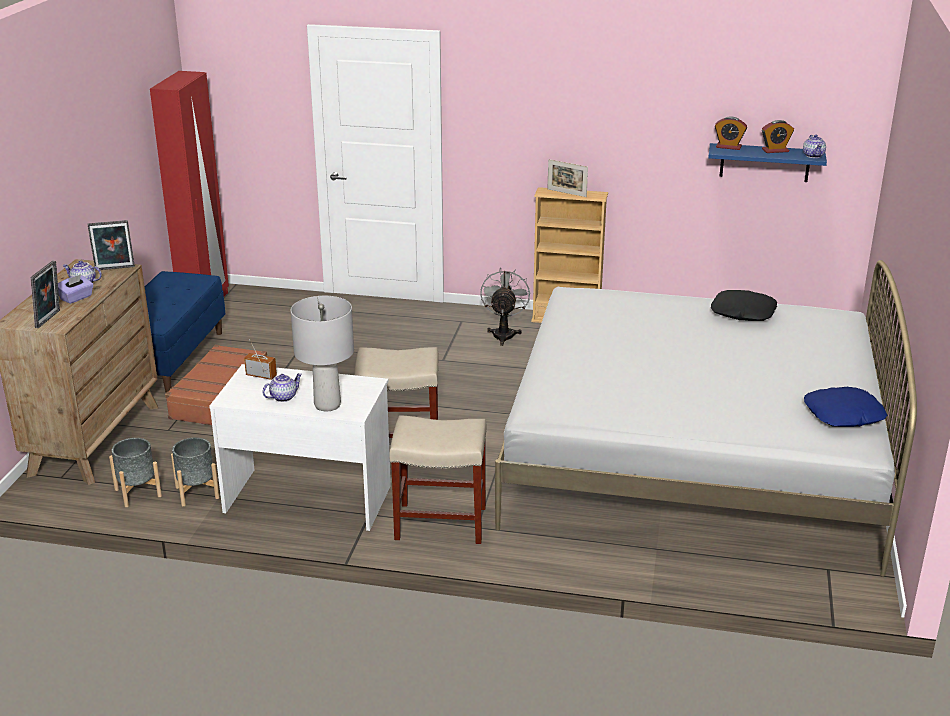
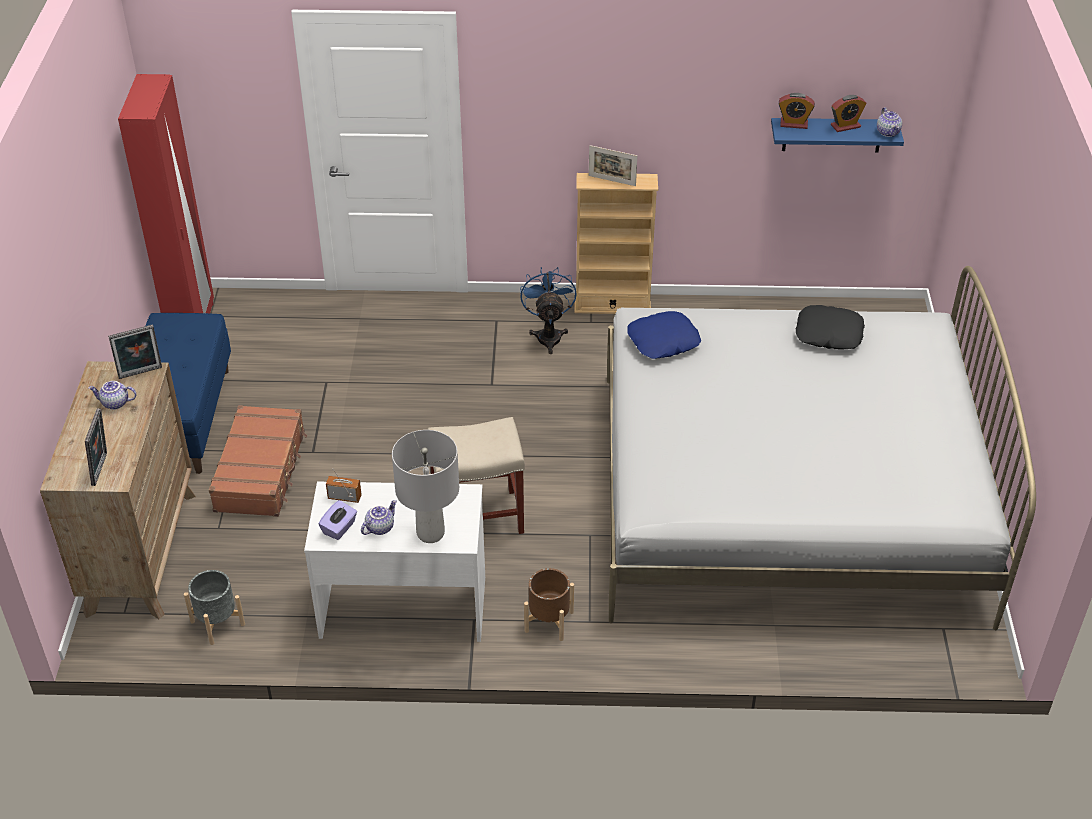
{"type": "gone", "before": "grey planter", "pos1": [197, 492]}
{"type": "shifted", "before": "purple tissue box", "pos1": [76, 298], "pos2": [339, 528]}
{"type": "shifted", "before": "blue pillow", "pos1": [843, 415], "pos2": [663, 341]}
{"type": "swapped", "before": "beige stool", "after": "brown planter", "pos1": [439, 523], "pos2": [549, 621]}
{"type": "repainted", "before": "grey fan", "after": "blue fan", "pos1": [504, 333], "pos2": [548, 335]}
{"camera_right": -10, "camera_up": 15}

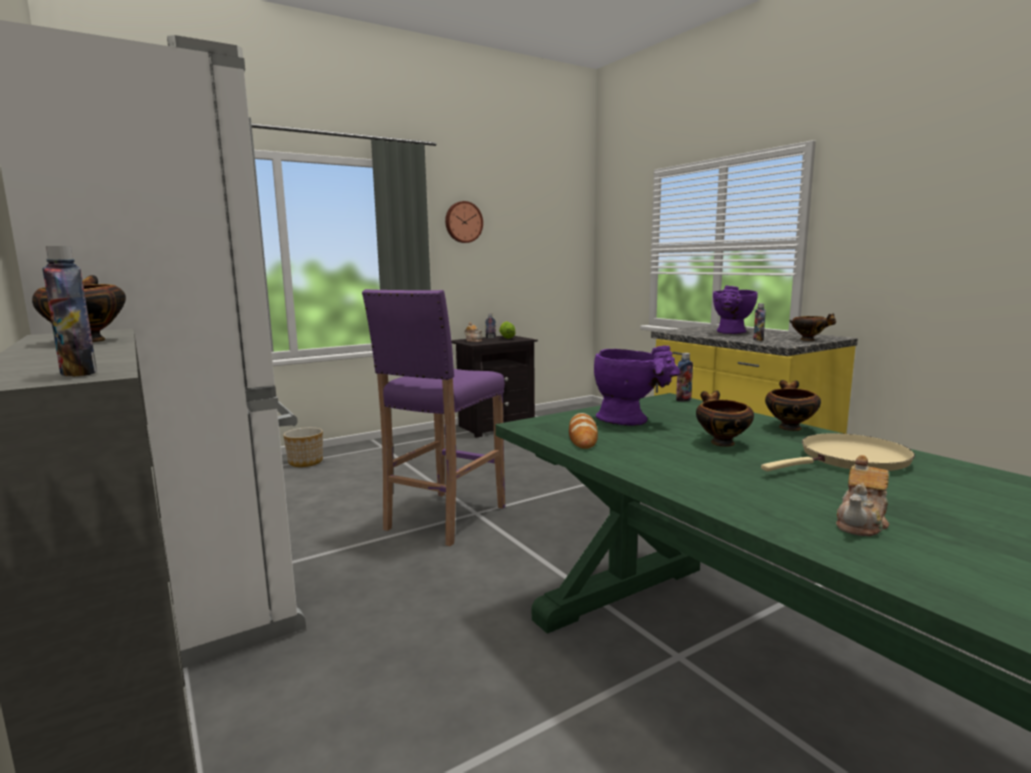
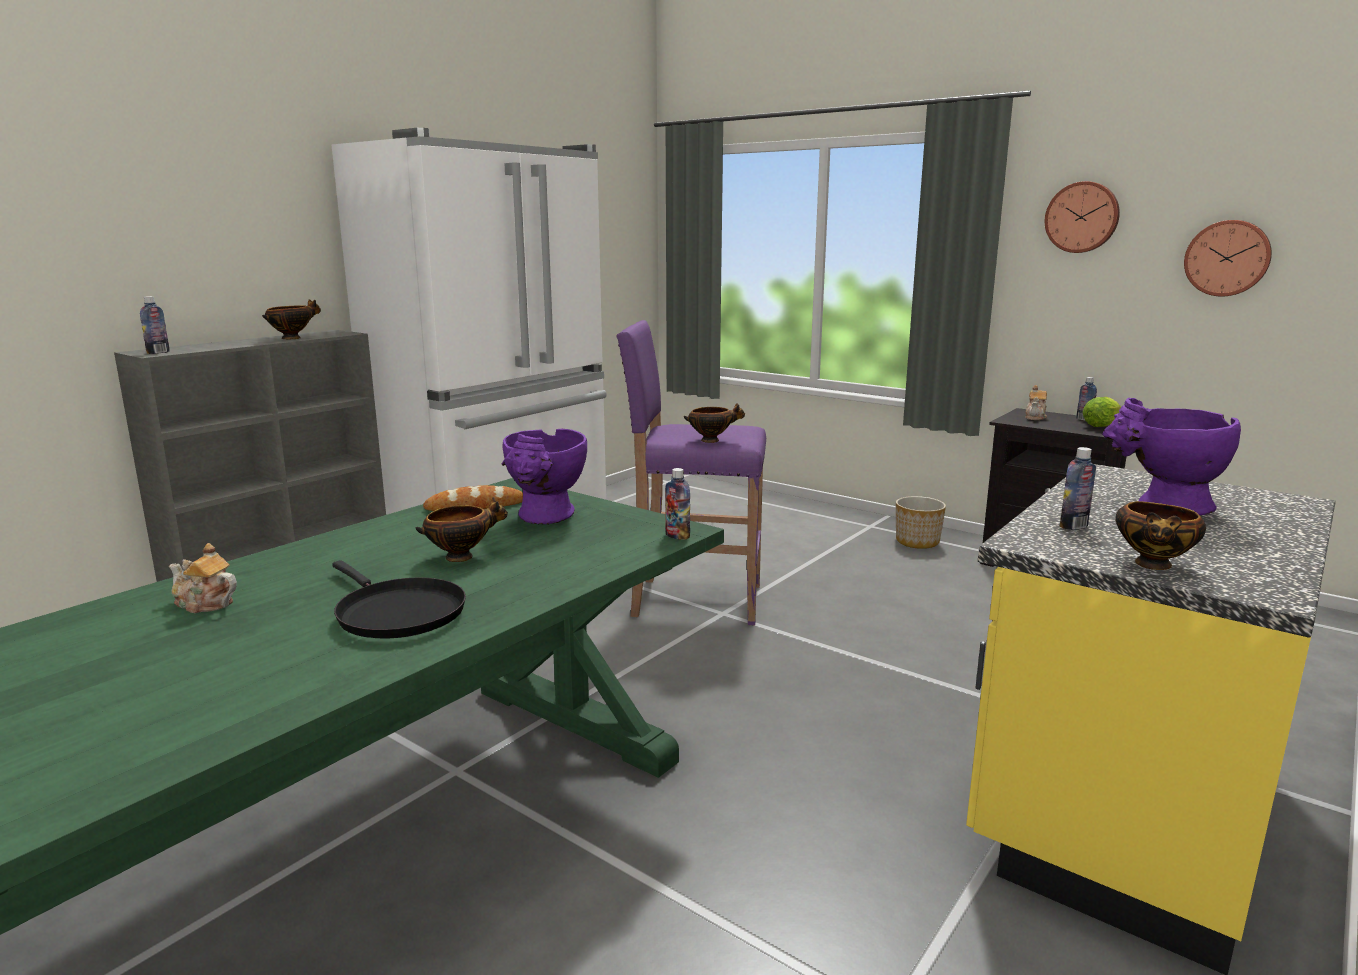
{"type": "new", "after": "wall clock", "pos2": [1227, 258]}
{"type": "shifted", "before": "planter", "pos1": [306, 462], "pos2": [918, 542]}
{"type": "shifted", "before": "bowl", "pos1": [789, 427], "pos2": [712, 440]}
{"type": "repainted", "before": "beige frying pan", "after": "black frying pan", "pos1": [849, 460], "pos2": [396, 613]}
{"camera_right": 70, "camera_up": 5}

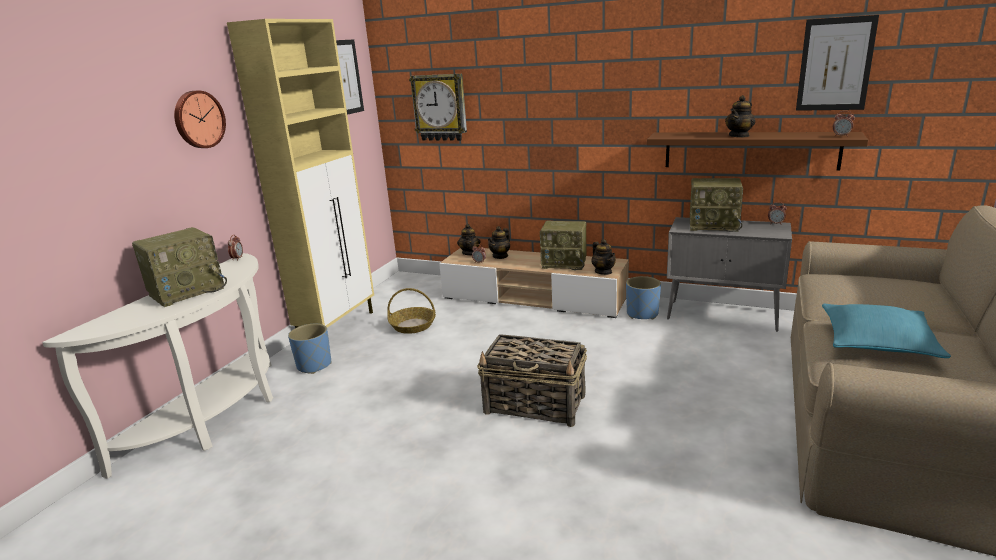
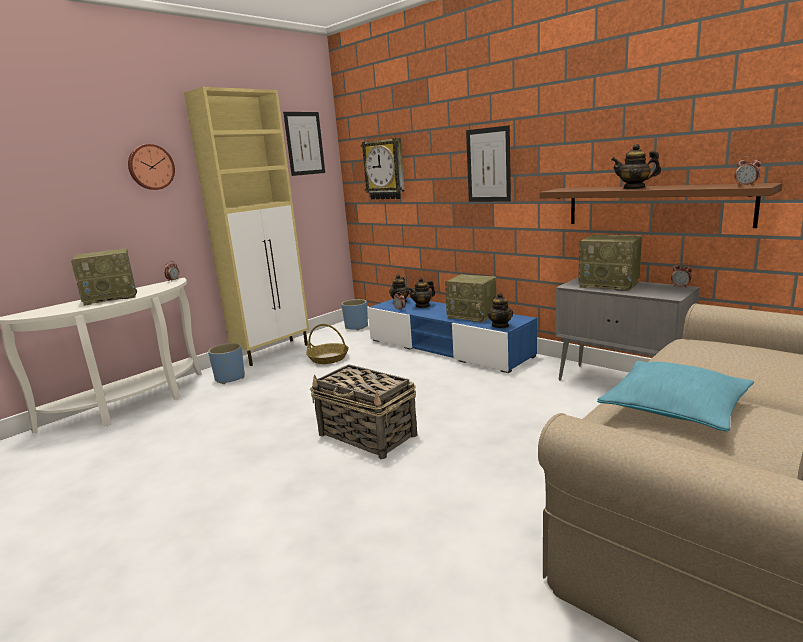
{"type": "shifted", "before": "blue planter", "pos1": [642, 314], "pos2": [356, 327]}
{"type": "shifted", "before": "picture", "pos1": [835, 64], "pos2": [488, 165]}
{"type": "repainted", "before": "beige tv stand", "after": "blue tv stand", "pos1": [533, 298], "pos2": [447, 348]}
{"type": "rotated", "before": "teapot", "pos1": [739, 136], "pos2": [634, 188], "turn": 45}
{"camera_right": 20, "camera_up": -5}

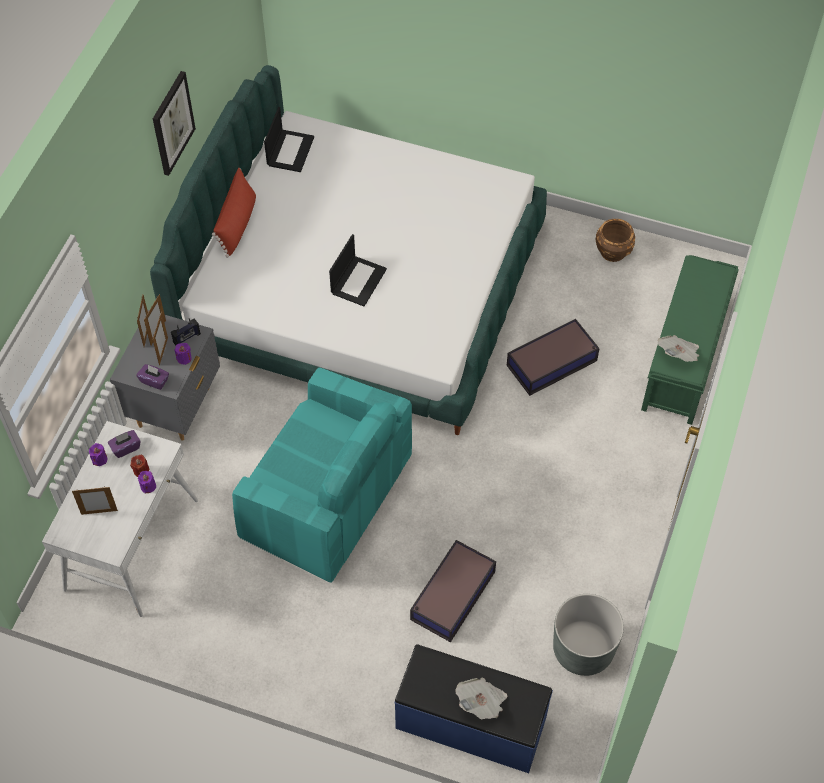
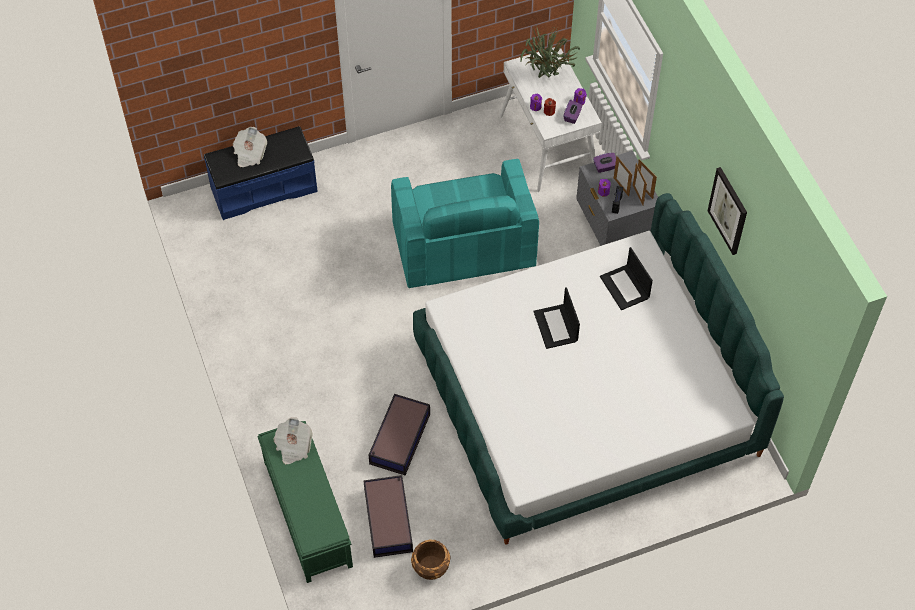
{"type": "gone", "before": "red pillow", "pos1": [237, 224]}
{"type": "gone", "before": "grey planter", "pos1": [583, 649]}
{"type": "shifted", "before": "laptop", "pos1": [290, 150], "pos2": [625, 287]}
{"type": "shifted", "before": "storage box", "pos1": [451, 596], "pos2": [388, 519]}
{"type": "swapped", "before": "picture frame", "after": "potted plant", "pos1": [99, 512], "pos2": [546, 77]}
{"type": "rotated", "before": "turquoise armchair", "pos1": [326, 498], "pos2": [463, 246], "turn": -90}
{"camera_right": 140, "camera_up": 0}

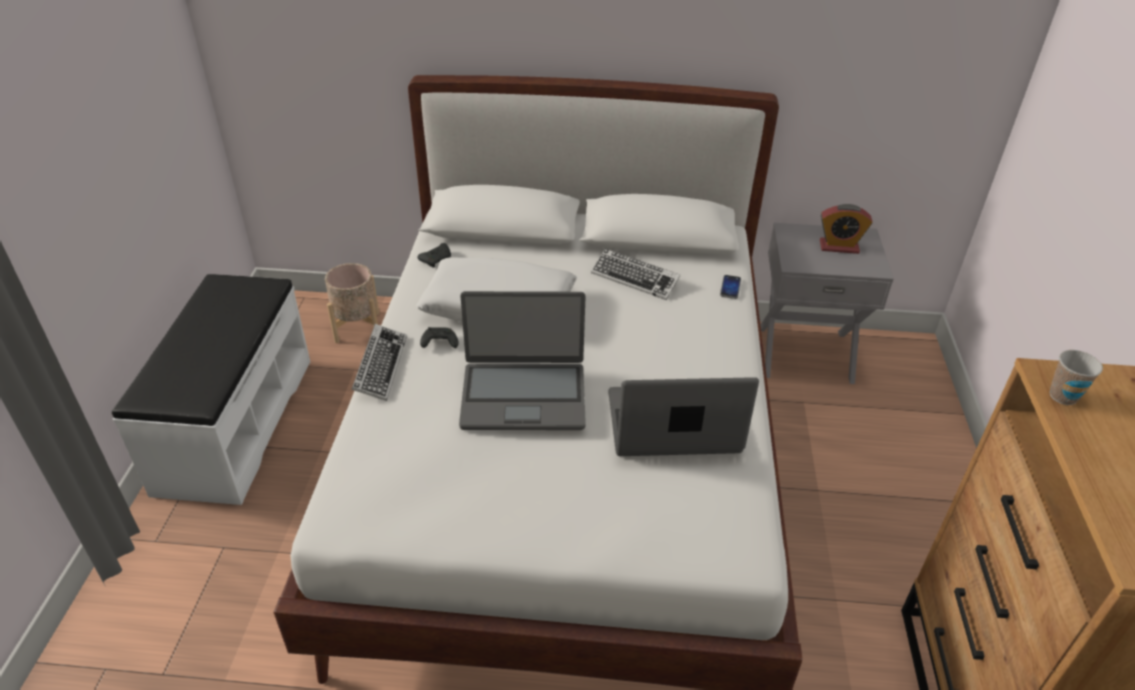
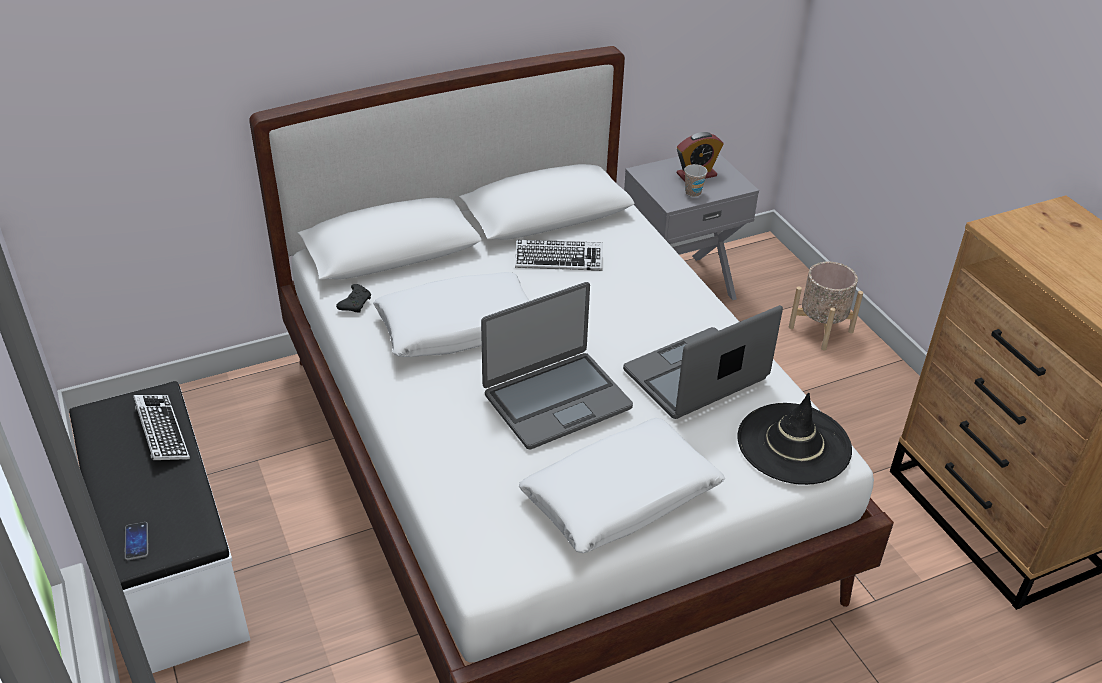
{"type": "gone", "before": "black game controller", "pos1": [439, 343]}
{"type": "new", "after": "white pillow", "pos2": [621, 497]}
{"type": "new", "after": "black hat", "pos2": [793, 444]}
{"type": "shifted", "before": "beige planter", "pos1": [357, 327], "pos2": [820, 329]}
{"type": "shifted", "before": "keyboard", "pos1": [380, 366], "pos2": [161, 432]}
{"type": "shifted", "before": "phone", "pos1": [730, 287], "pos2": [136, 541]}
{"type": "shifted", "before": "cup", "pos1": [1063, 396], "pos2": [693, 193]}
{"camera_right": -30, "camera_up": 0}

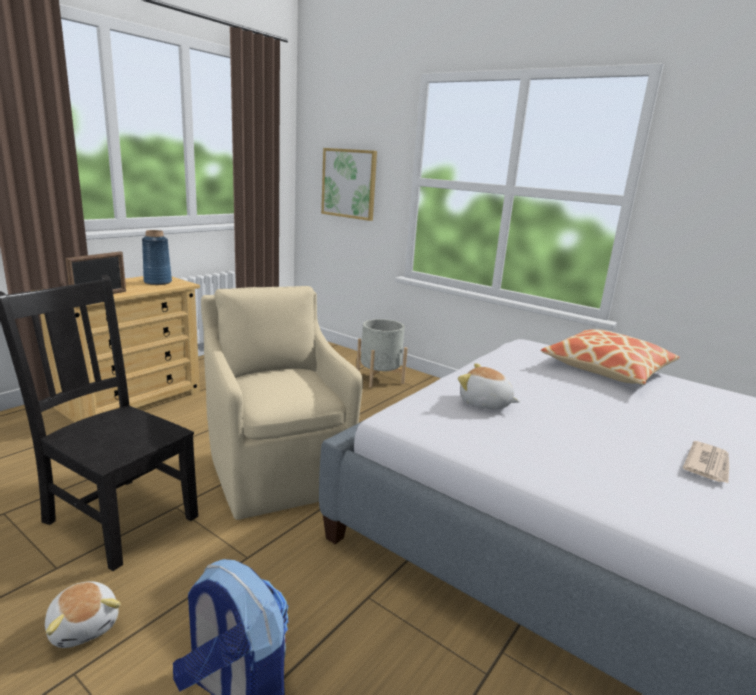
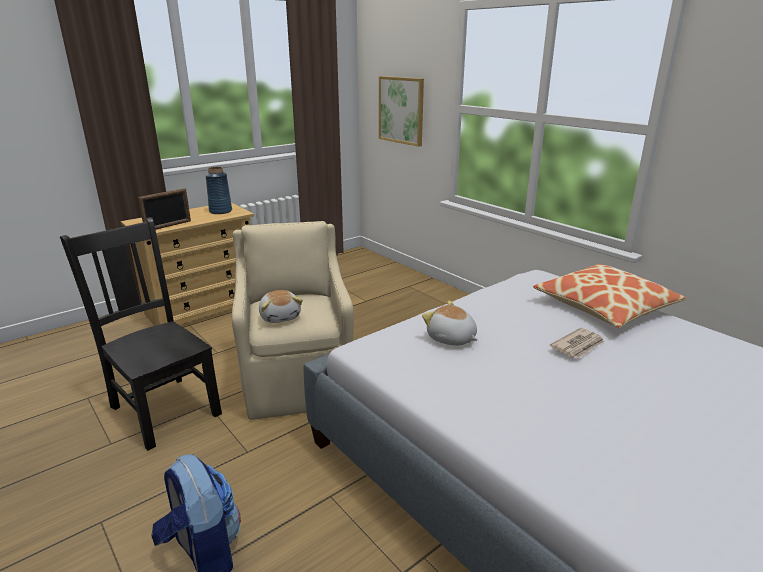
{"type": "gone", "before": "grey planter", "pos1": [379, 378]}
{"type": "shifted", "before": "plush toy", "pos1": [85, 625], "pos2": [280, 316]}
{"type": "shifted", "before": "newspaper", "pos1": [708, 465], "pos2": [578, 345]}
{"camera_right": 15, "camera_up": 5}

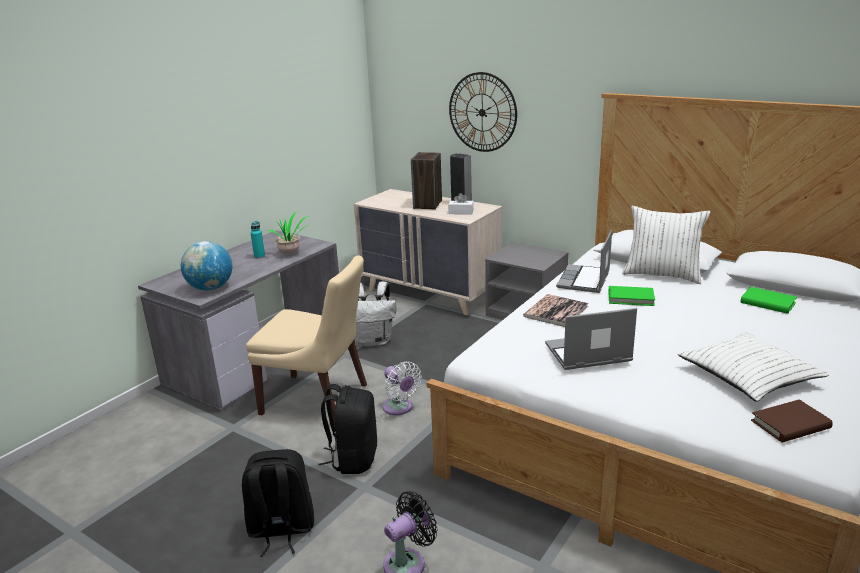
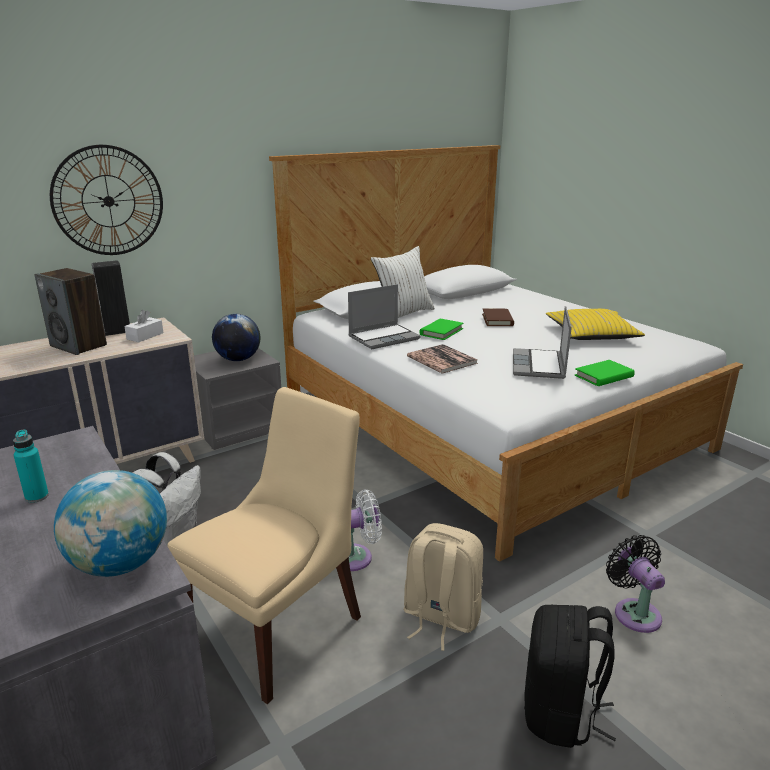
{"type": "gone", "before": "potted plant", "pos1": [291, 253]}
{"type": "new", "after": "globe", "pos2": [238, 359]}
{"type": "shifted", "before": "green book", "pos1": [767, 303], "pos2": [604, 376]}
{"type": "shifted", "before": "brown book", "pos1": [790, 425], "pos2": [497, 320]}
{"type": "repainted", "before": "black backpack", "after": "beige backpack", "pos1": [353, 458], "pos2": [440, 617]}
{"type": "repainted", "before": "white pillow", "after": "yellow pillow", "pos1": [748, 376], "pos2": [592, 334]}
{"type": "rotated", "before": "laptop", "pos1": [584, 280], "pos2": [384, 337], "turn": -75}
{"camera_right": -70, "camera_up": 0}

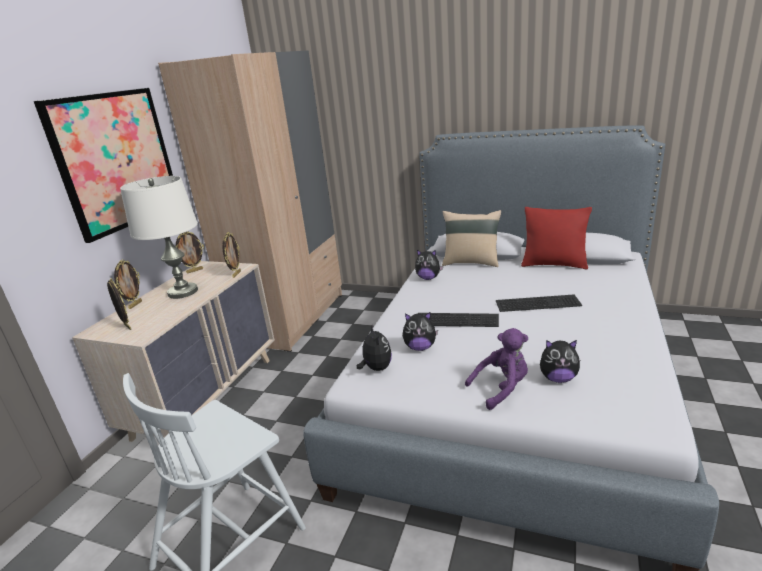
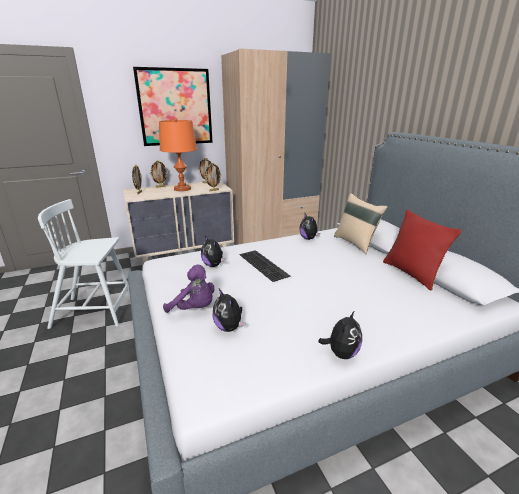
{"type": "gone", "before": "keyboard", "pos1": [538, 302]}
{"type": "shifted", "before": "plush toy", "pos1": [376, 368], "pos2": [341, 353]}
{"type": "repainted", "before": "white table lamp", "after": "orange table lamp", "pos1": [183, 292], "pos2": [182, 189]}
{"camera_right": 45, "camera_up": 0}

